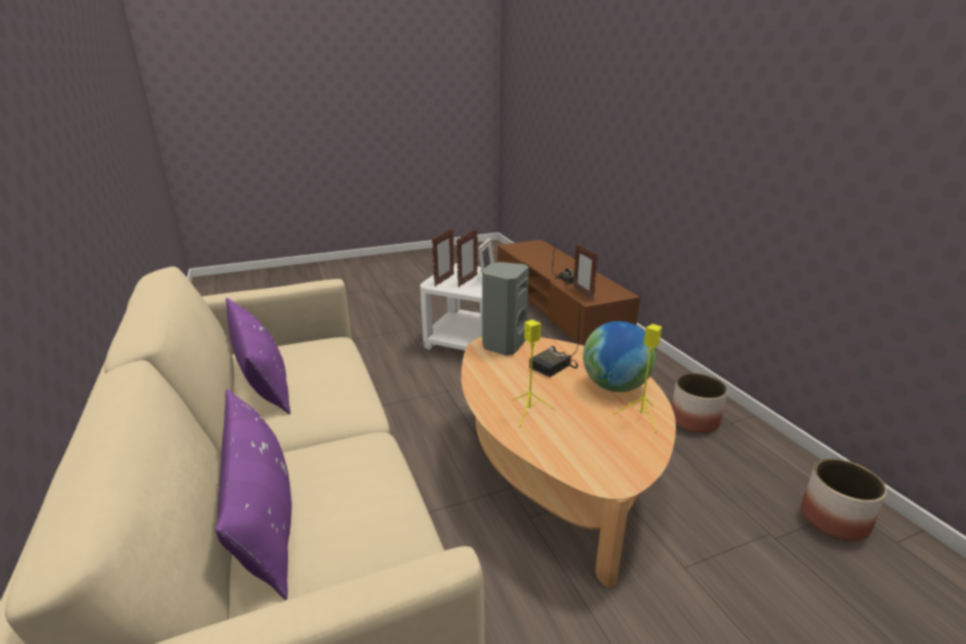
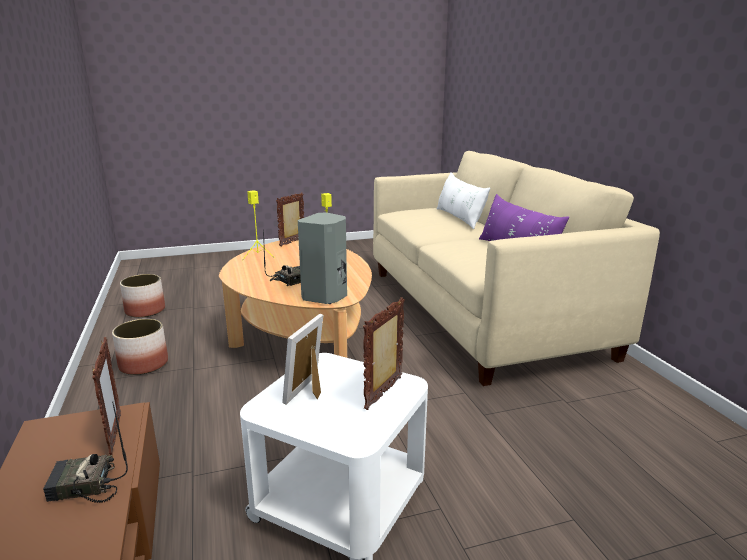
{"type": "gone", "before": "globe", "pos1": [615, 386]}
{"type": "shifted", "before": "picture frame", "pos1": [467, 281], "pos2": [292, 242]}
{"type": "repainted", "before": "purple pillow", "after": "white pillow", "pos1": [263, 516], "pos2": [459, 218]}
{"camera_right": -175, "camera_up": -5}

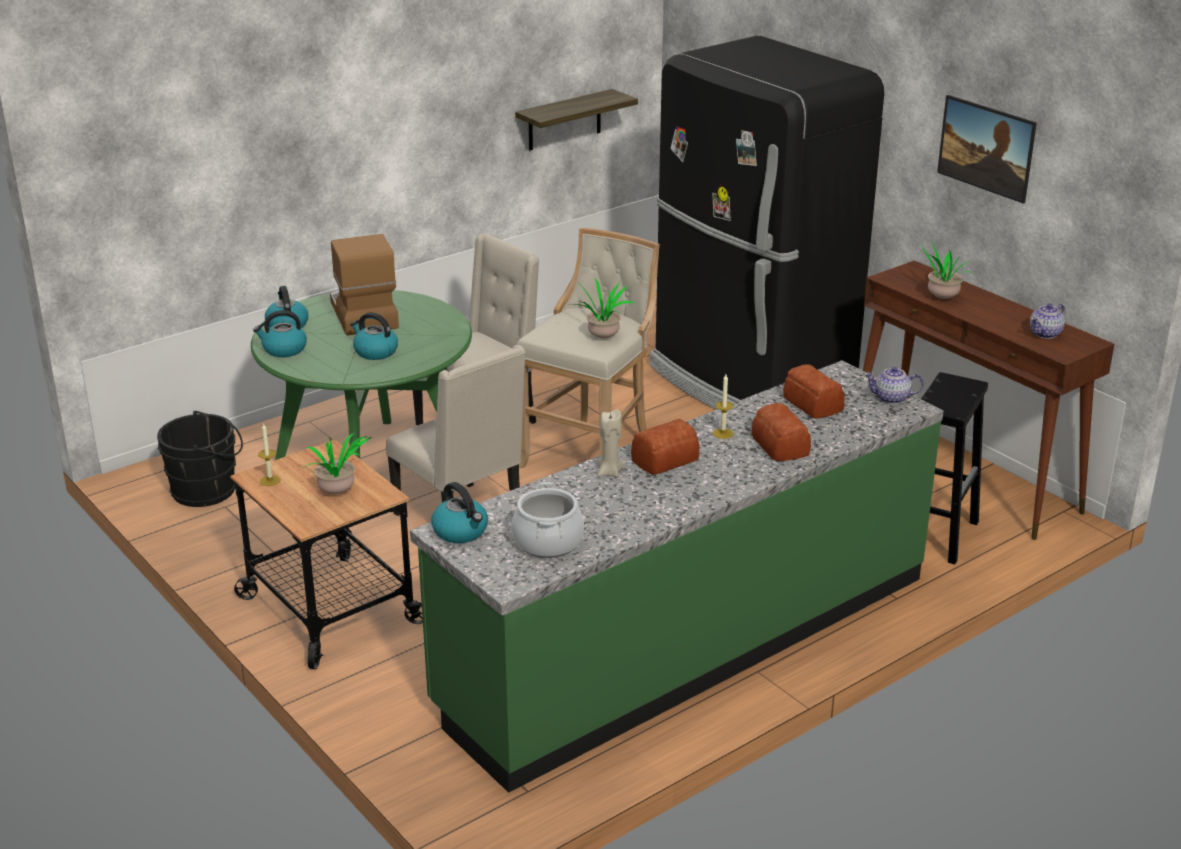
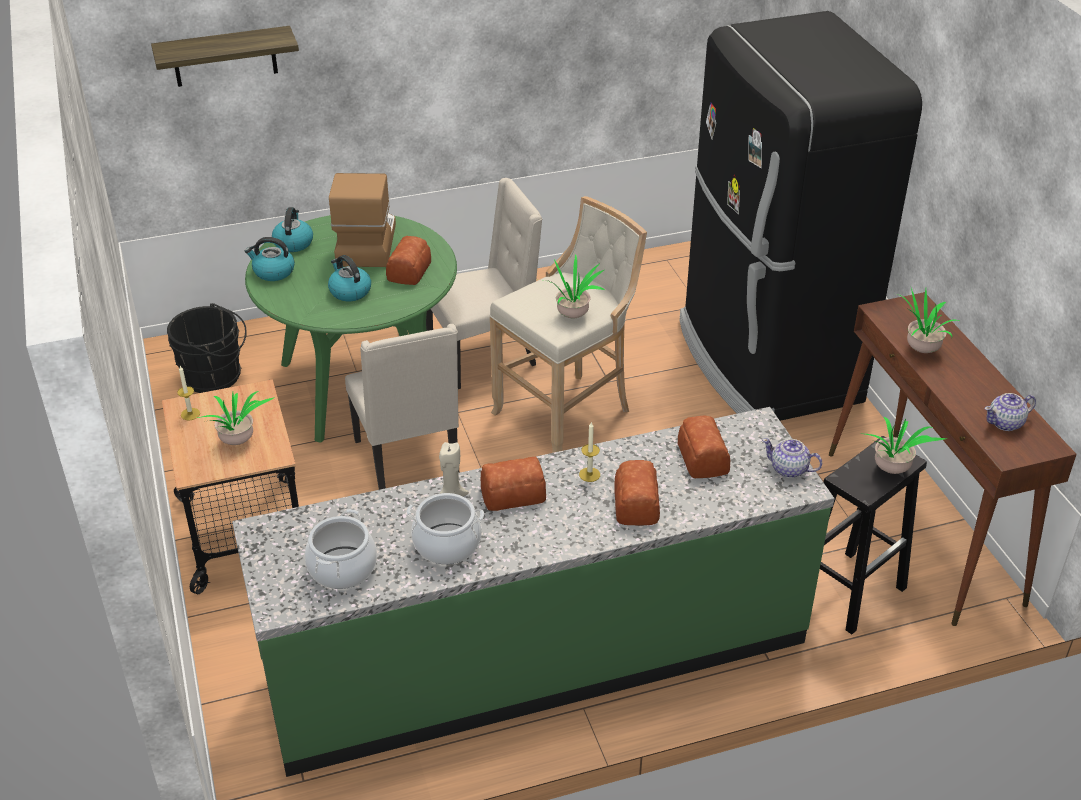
{"type": "gone", "before": "kettle", "pos1": [461, 531]}
{"type": "gone", "before": "picture", "pos1": [983, 167]}
{"type": "new", "after": "bread", "pos2": [408, 271]}
{"type": "new", "after": "cooking pot", "pos2": [447, 544]}
{"type": "new", "after": "potted plant", "pos2": [892, 471]}
{"type": "shifted", "before": "shelf", "pos1": [564, 120], "pos2": [224, 56]}
{"camera_right": 20, "camera_up": 10}

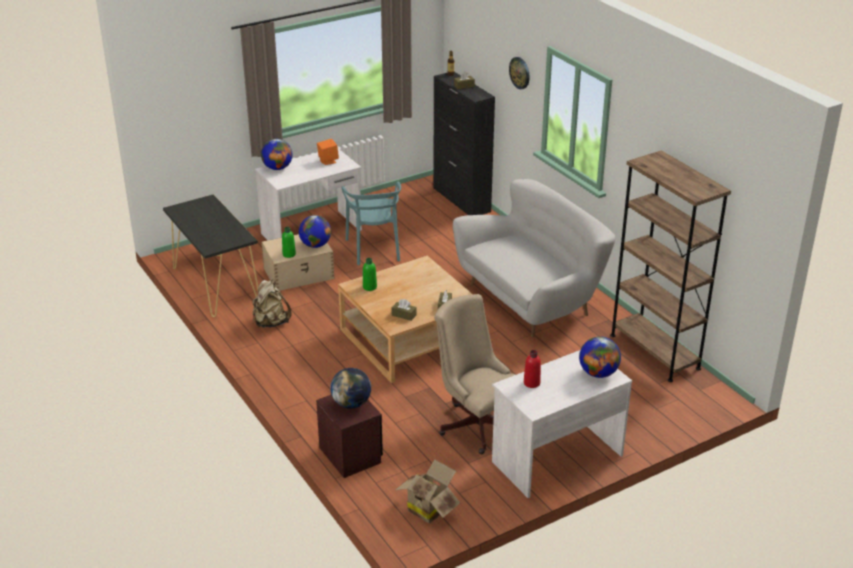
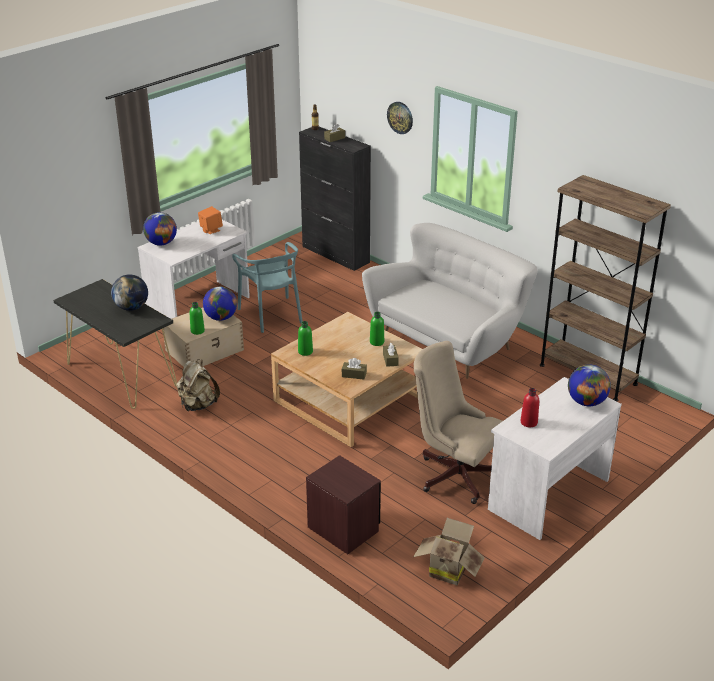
{"type": "new", "after": "green bottle", "pos2": [377, 342]}
{"type": "shifted", "before": "globe", "pos1": [351, 404], "pos2": [131, 307]}
{"camera_right": -15, "camera_up": 0}

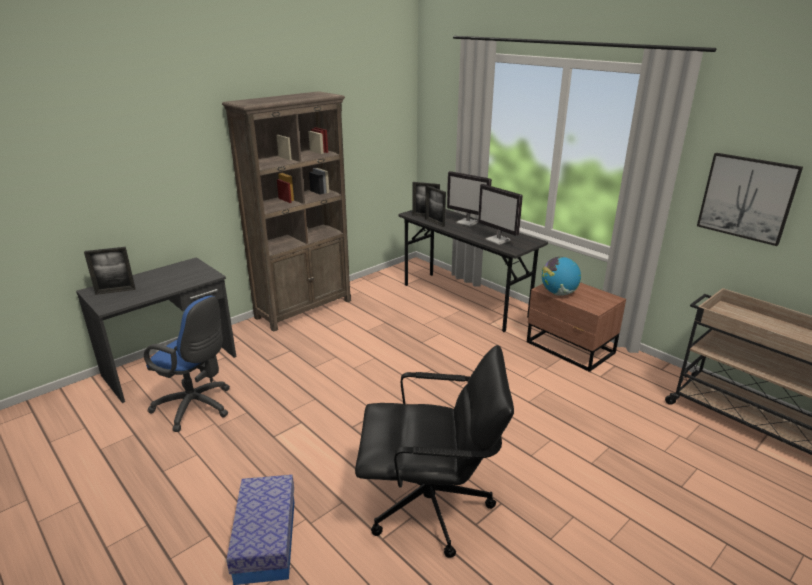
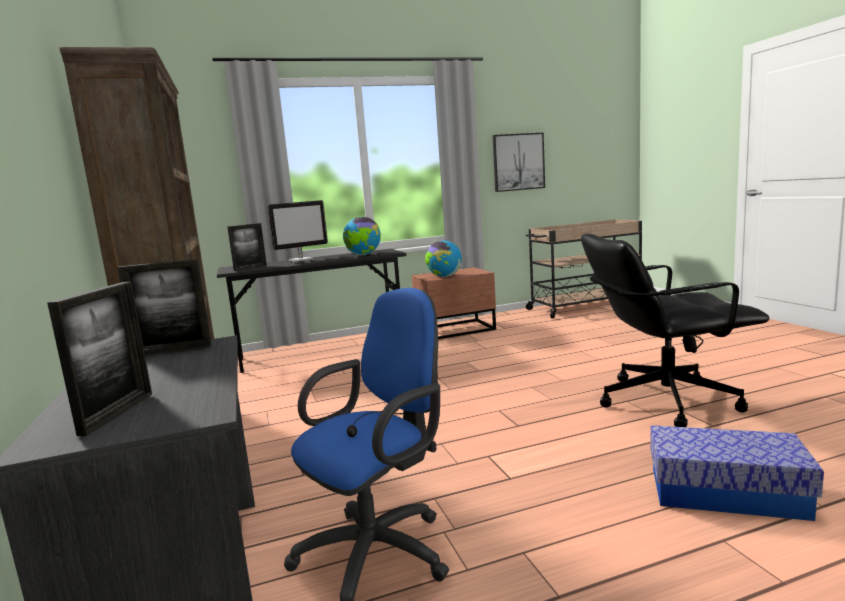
{"type": "shifted", "before": "picture frame", "pos1": [434, 222], "pos2": [173, 350]}
{"type": "swapped", "before": "monitor", "after": "globe", "pos1": [498, 240], "pos2": [363, 255]}
{"type": "rotated", "before": "black office chair", "pos1": [431, 507], "pos2": [664, 400], "turn": -120}
{"camera_right": -65, "camera_up": -15}

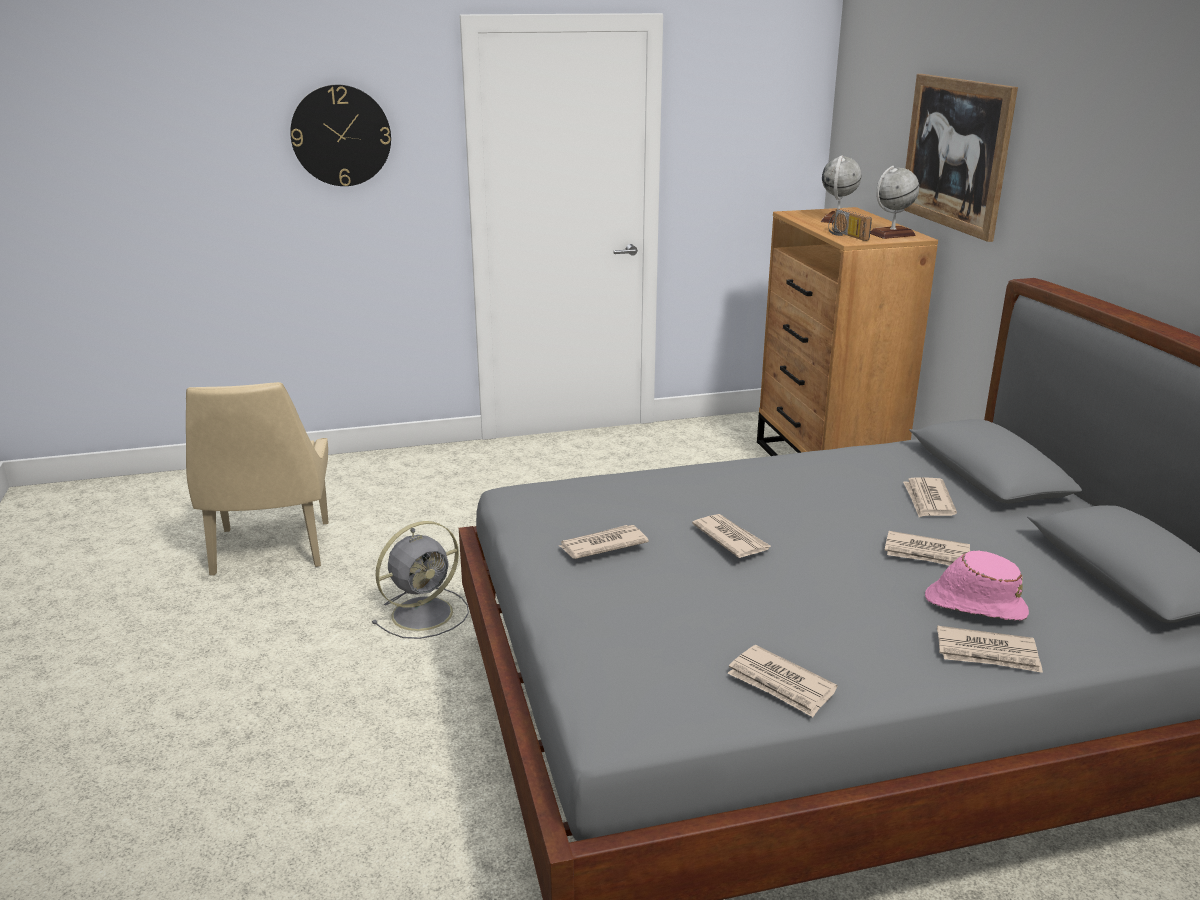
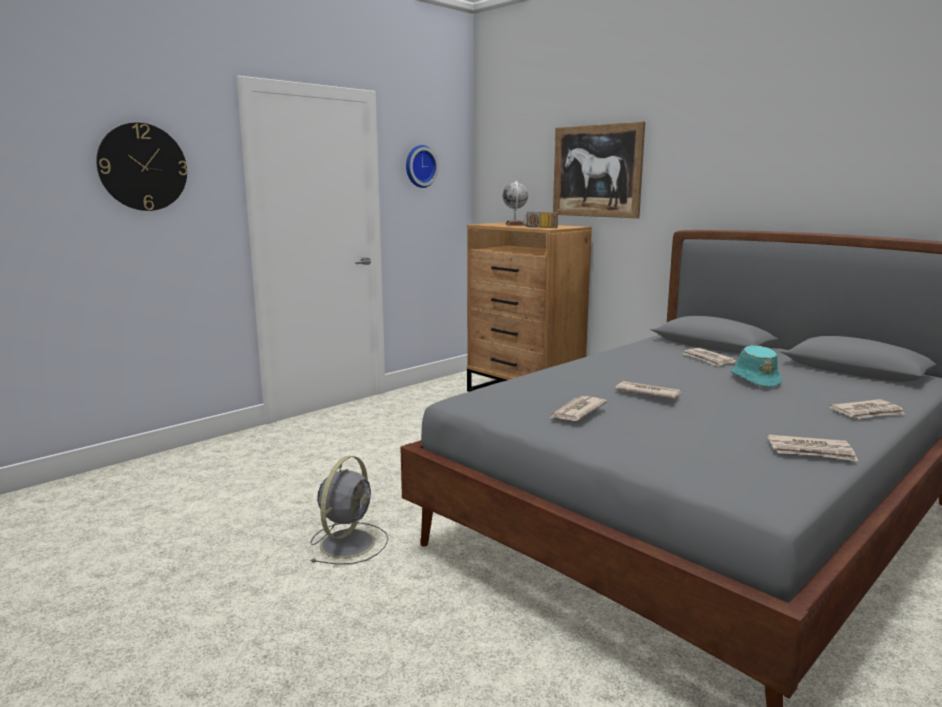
{"type": "gone", "before": "beige chair", "pos1": [270, 550]}
{"type": "gone", "before": "globe", "pos1": [892, 234]}
{"type": "gone", "before": "pink hat", "pos1": [974, 605]}
{"type": "new", "after": "wall clock", "pos2": [419, 166]}
{"type": "swapped", "before": "newspaper", "after": "turquoise hat", "pos1": [927, 554], "pos2": [755, 380]}
{"camera_right": -30, "camera_up": -10}

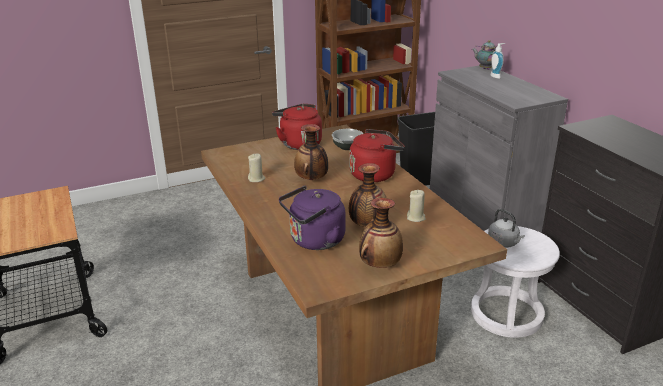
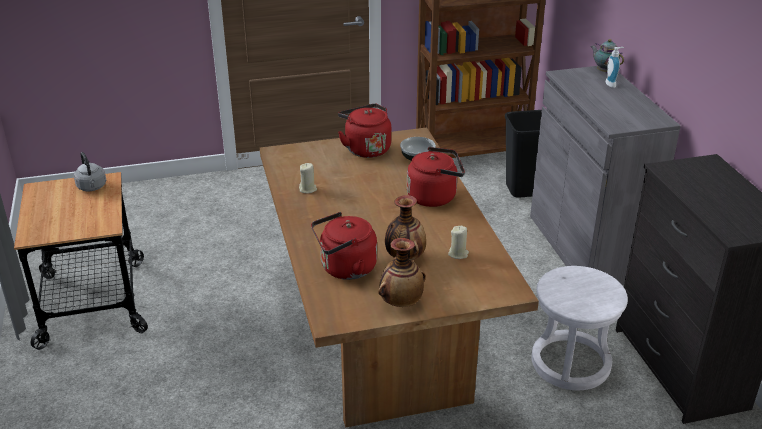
{"type": "gone", "before": "vase", "pos1": [312, 179]}
{"type": "shifted", "before": "grey kettle", "pos1": [504, 243], "pos2": [92, 187]}
{"type": "repainted", "before": "purple kettle", "after": "red kettle", "pos1": [314, 241], "pos2": [345, 269]}
{"camera_right": 10, "camera_up": 5}

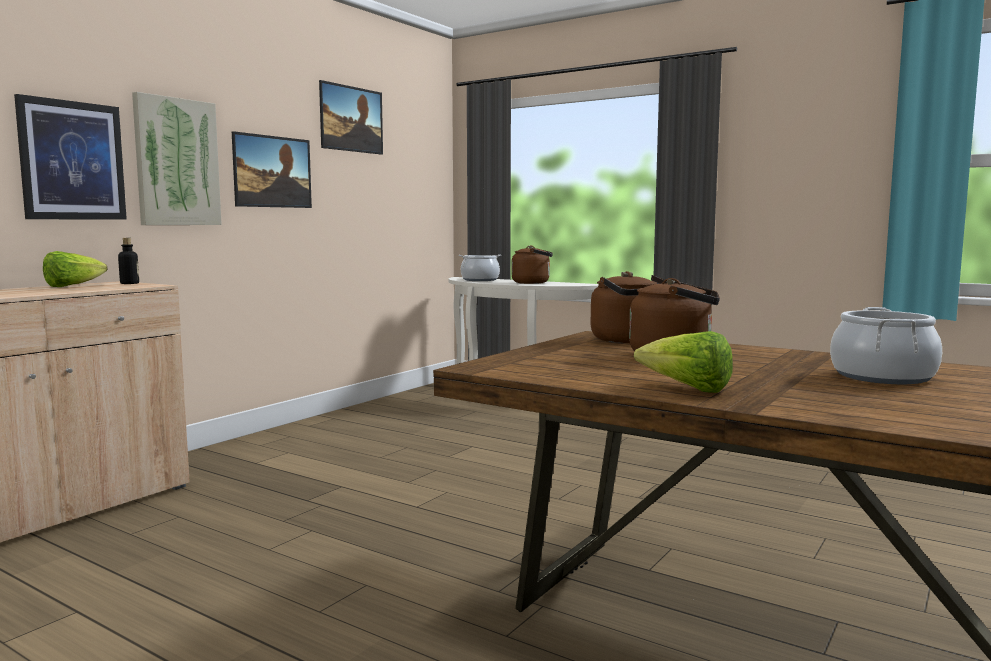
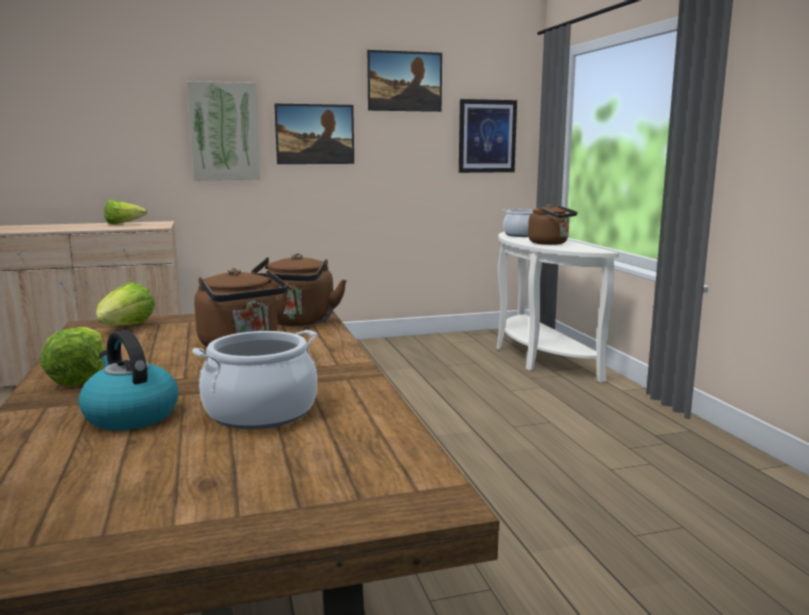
{"type": "gone", "before": "bottle", "pos1": [129, 283]}
{"type": "new", "after": "kettle", "pos2": [130, 415]}
{"type": "new", "after": "lettuce", "pos2": [125, 328]}
{"type": "shifted", "before": "picture", "pos1": [72, 161], "pos2": [487, 136]}
{"camera_right": 40, "camera_up": 5}

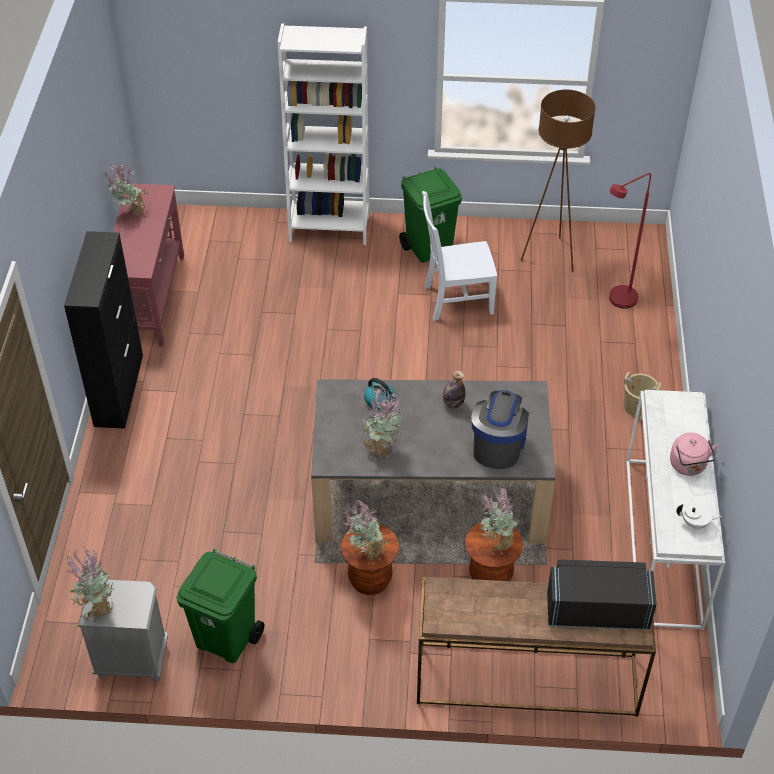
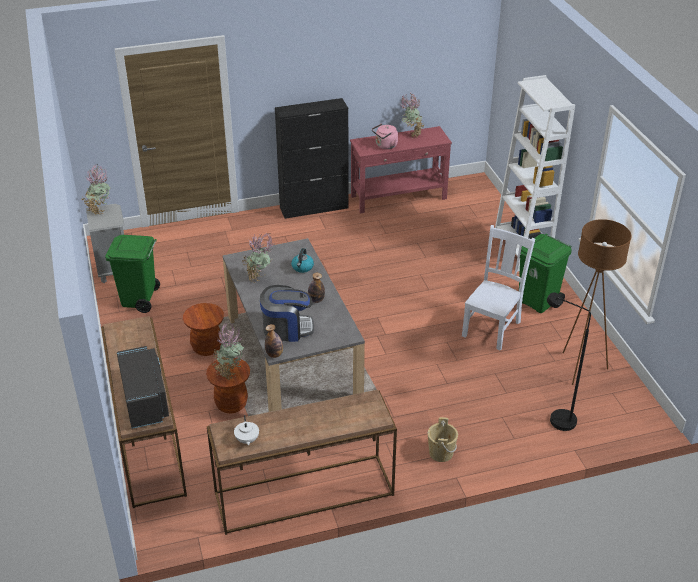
{"type": "gone", "before": "potted plant", "pos1": [365, 552]}
{"type": "new", "after": "bottle", "pos2": [274, 354]}
{"type": "shifted", "before": "pink kettle", "pos1": [689, 466], "pos2": [385, 146]}
{"type": "repainted", "before": "red floor lamp", "after": "black floor lamp", "pos1": [617, 301], "pos2": [556, 418]}
{"type": "repainted", "before": "white console table", "after": "brown console table", "pos1": [664, 542], "pos2": [303, 495]}
{"type": "rotated", "before": "white chair", "pos1": [455, 300], "pos2": [492, 328], "turn": 60}
{"camera_right": 70, "camera_up": -10}

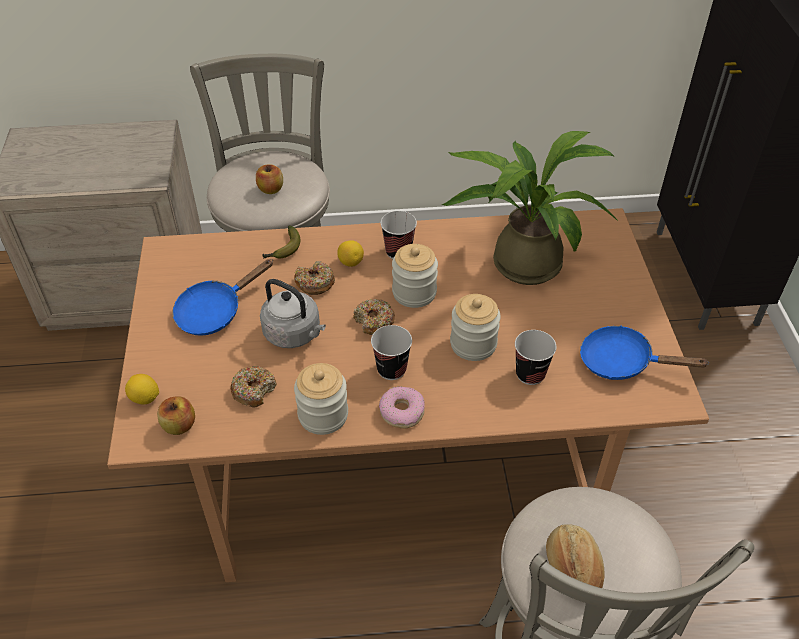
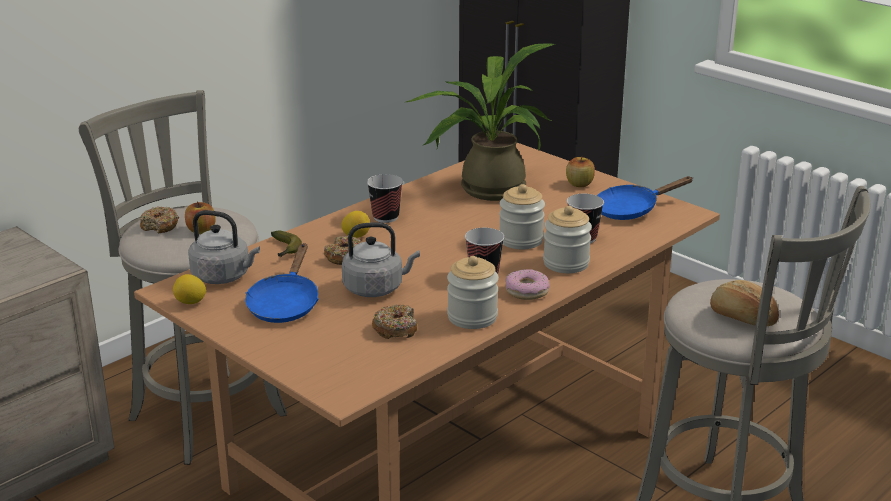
{"type": "new", "after": "grey kettle", "pos2": [224, 276]}
{"type": "shifted", "before": "lemon", "pos1": [145, 398], "pos2": [190, 302]}
{"type": "shifted", "before": "apple", "pos1": [179, 425], "pos2": [579, 184]}
{"type": "shifted", "before": "donut", "pos1": [374, 321], "pos2": [160, 226]}
{"type": "shifted", "before": "jar", "pos1": [414, 292], "pos2": [566, 263]}
{"camera_right": -40, "camera_up": -20}

